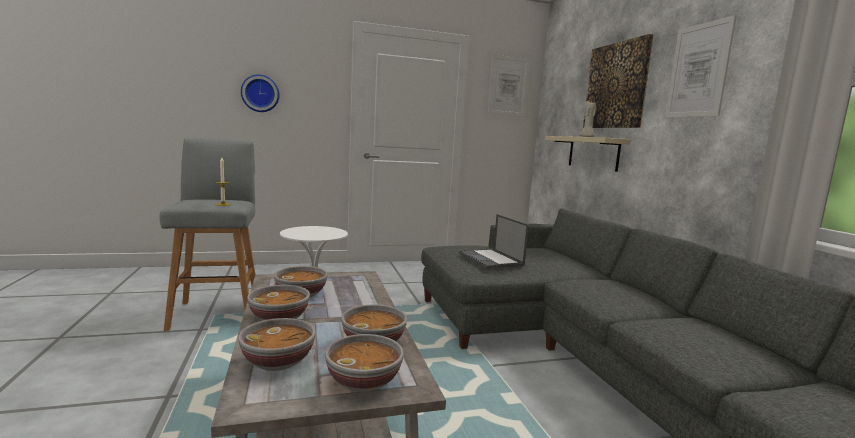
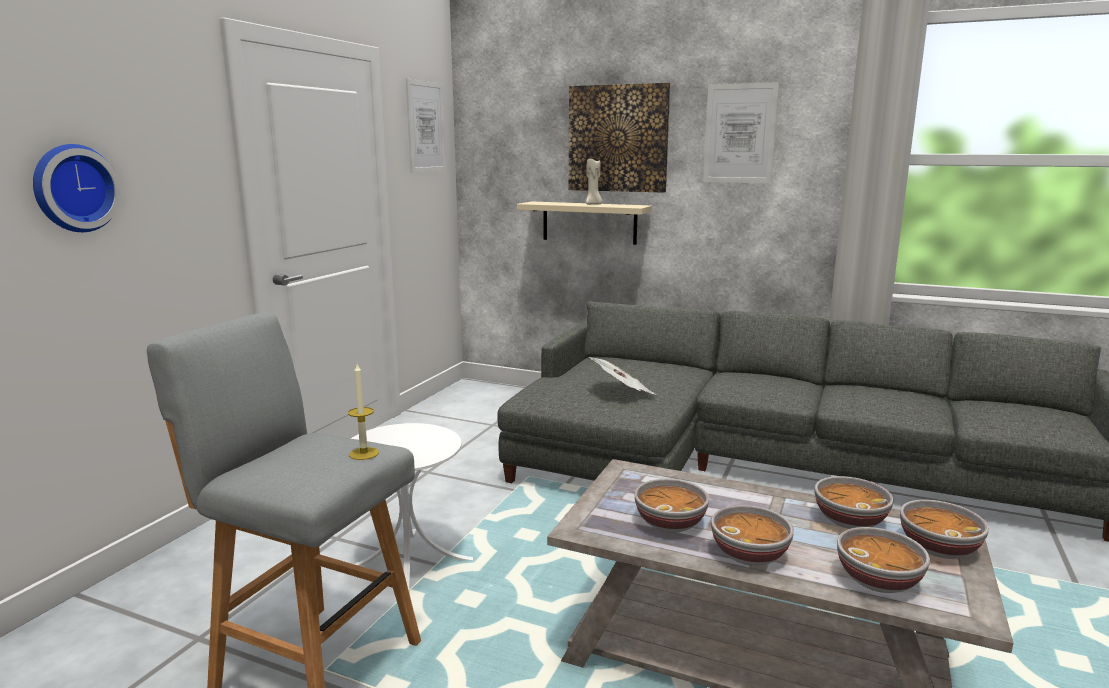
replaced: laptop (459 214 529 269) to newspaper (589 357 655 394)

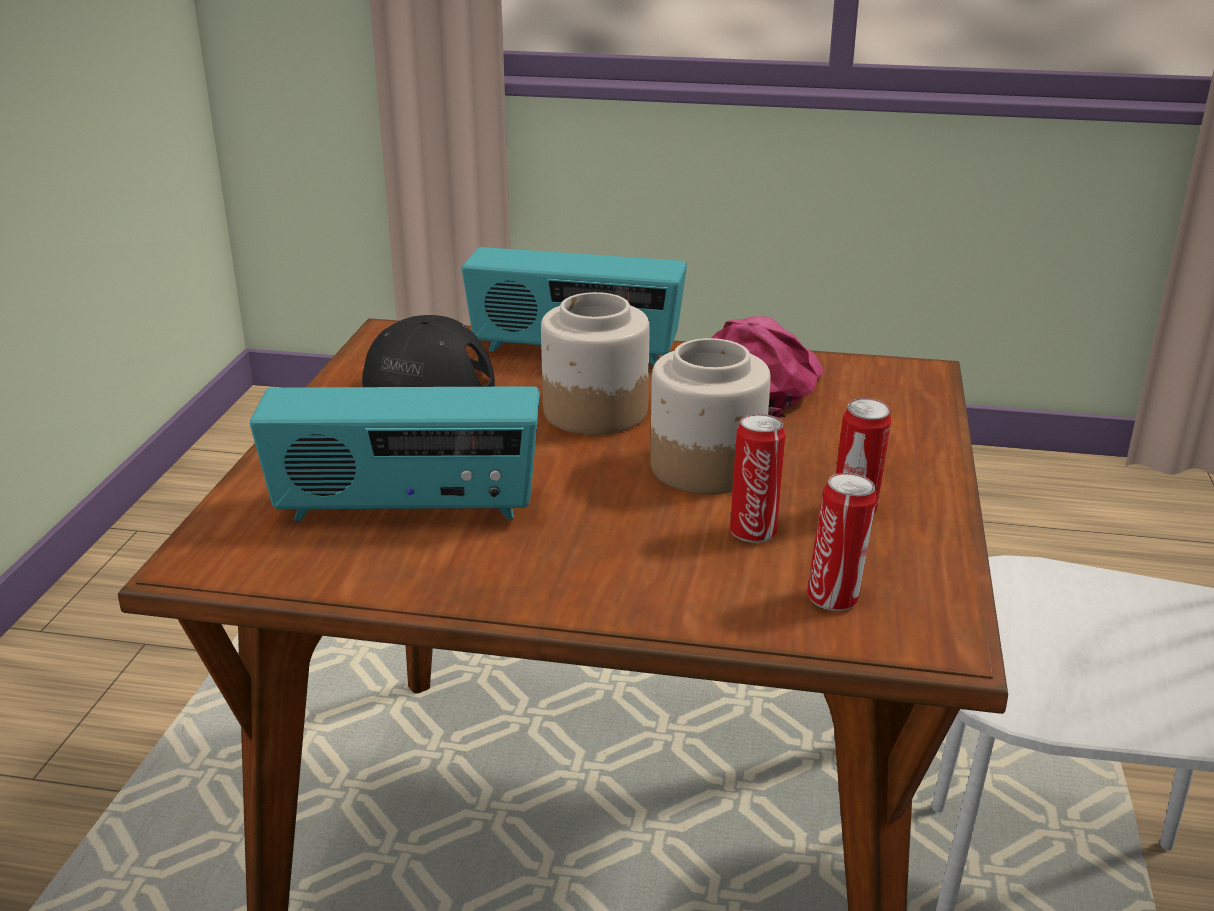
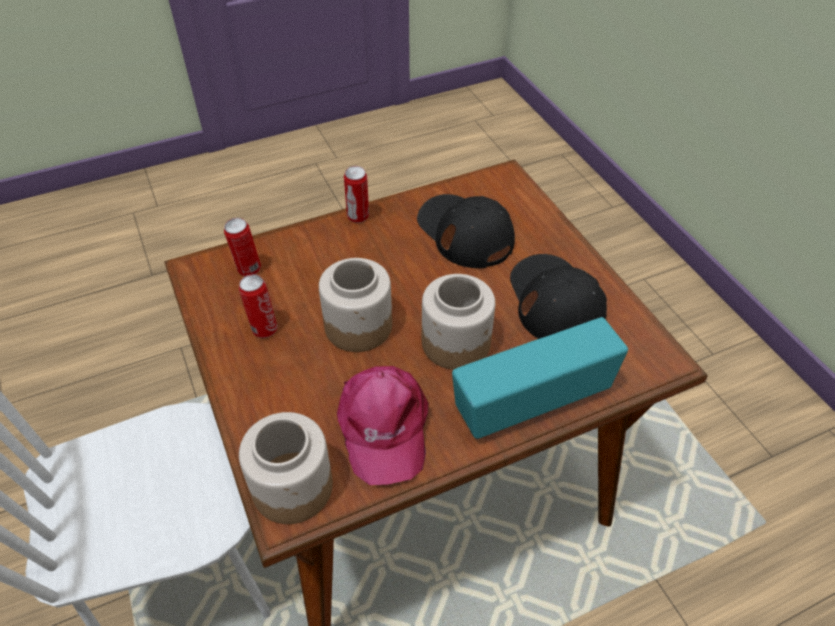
added: jar (239 412 333 524)
moved: can (730 414 786 543) to (344 166 369 223)
replaced: radio (250 386 540 521) to cap (black) (417 194 515 268)

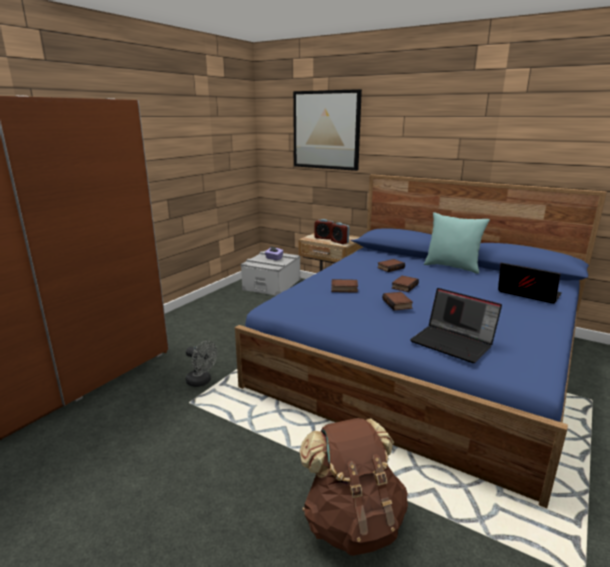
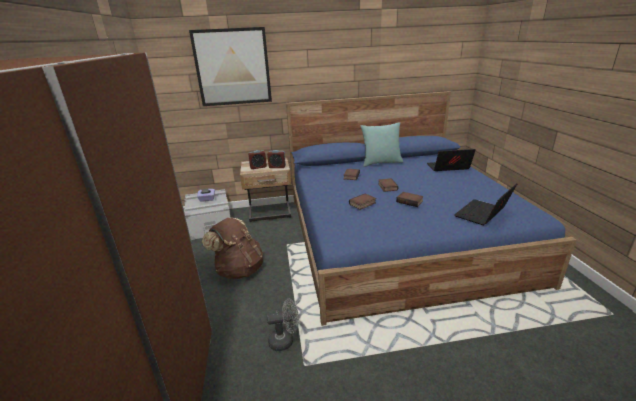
moved: backpack (brown) (299 418 408 556) to (202 218 263 279)
turned: laptop (410 288 502 363) = (454 183 517 225) 135 degrees clockwise

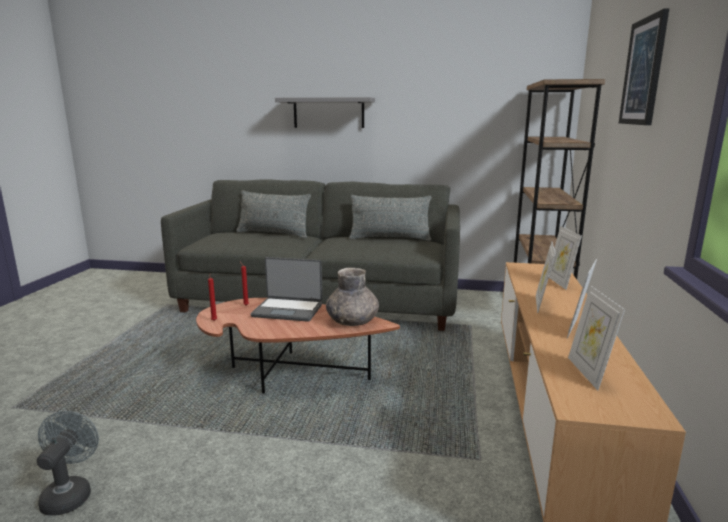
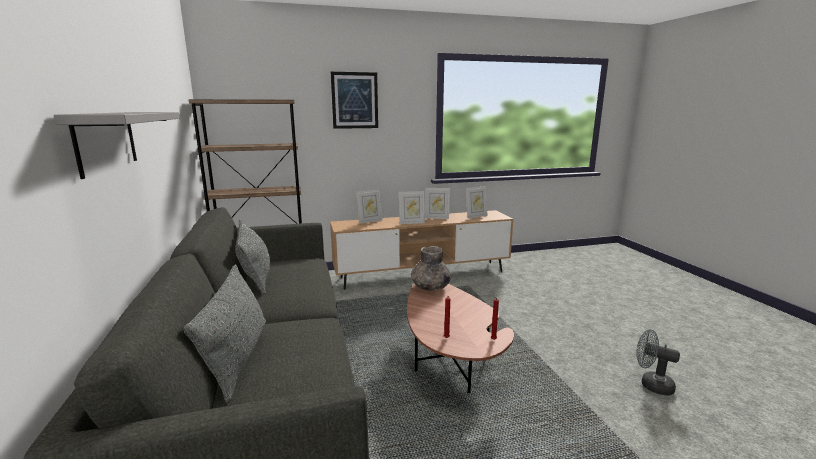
removed: laptop (251 257 322 322)
turned: fan (grey) (37 411 99 516) = (636 329 680 396) 60 degrees clockwise

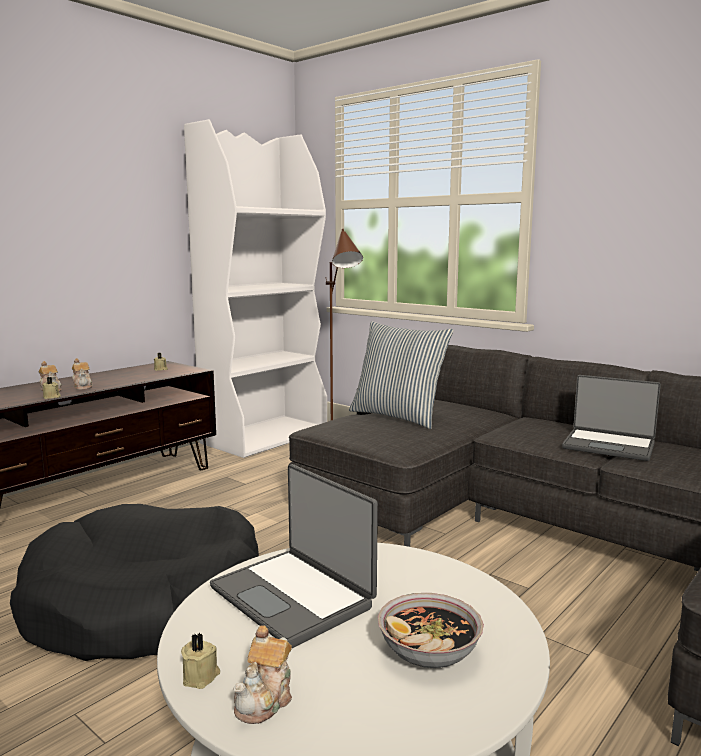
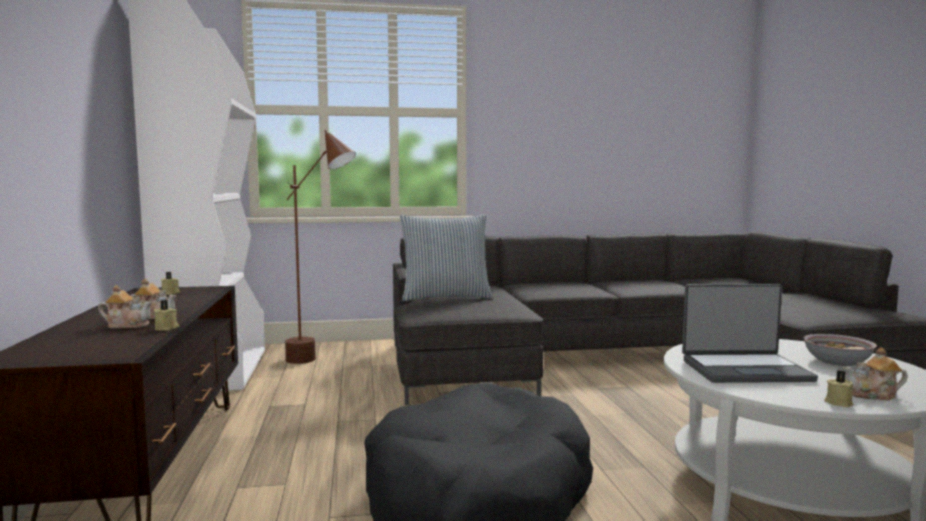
removed: laptop (562 375 661 461)
turned: teapot (233 625 292 724) = (843 347 908 401) 120 degrees clockwise

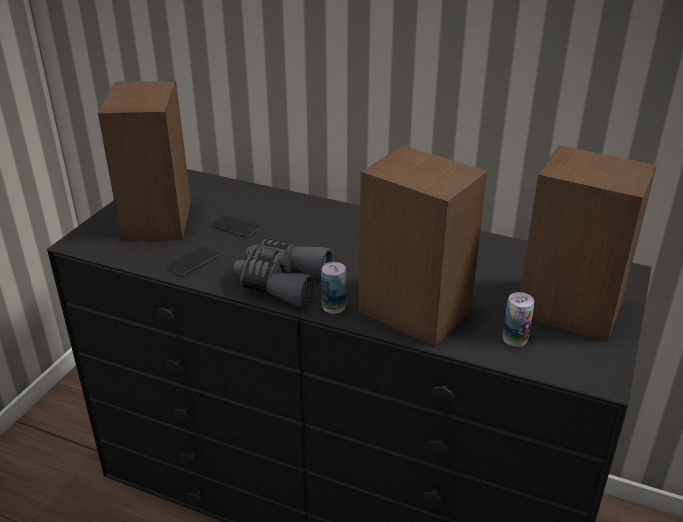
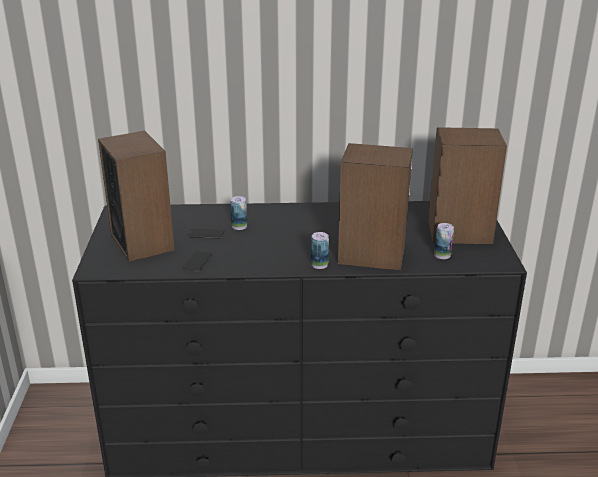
removed: binoculars (grey) (233 239 333 307)
added: can (230 196 247 230)

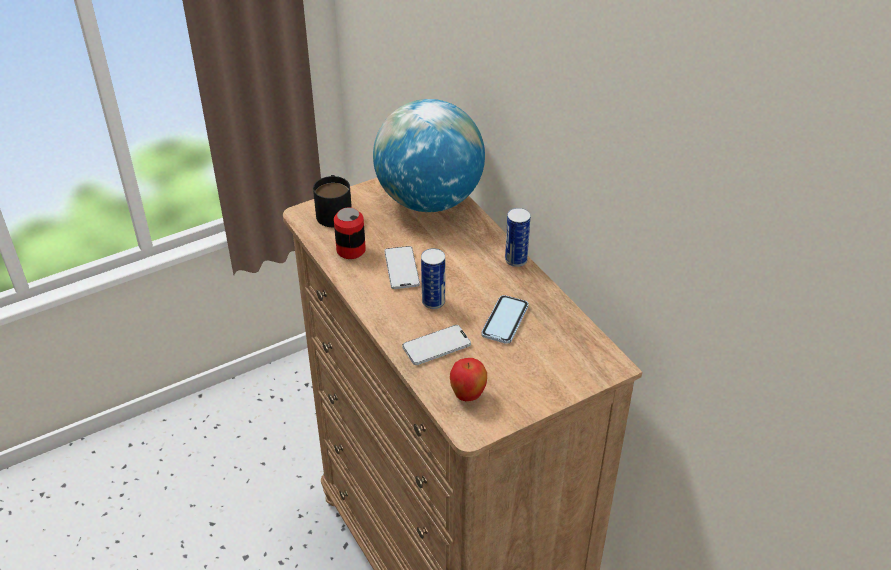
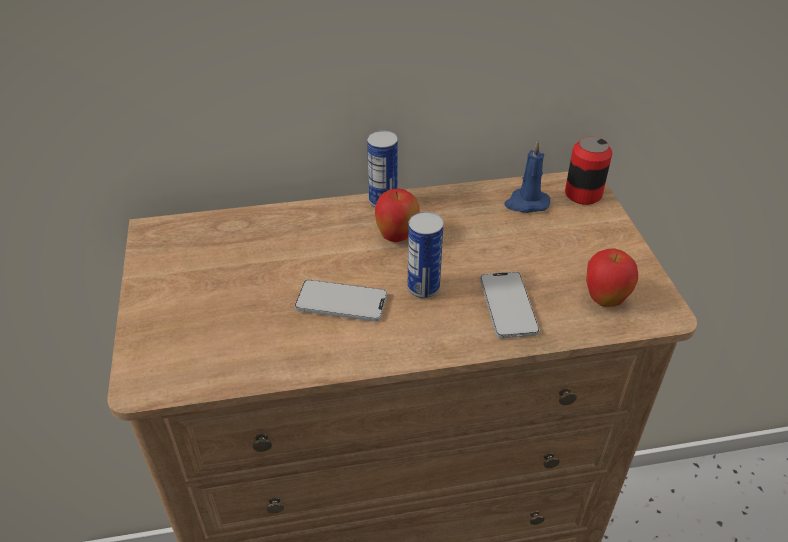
removed: mug (black) (313 175 352 227); globe (373 99 485 212); phone (481 295 529 344)
added: apple (375 189 420 242); candle (blue) (505 140 550 213)
moved: can (334 207 366 259) to (565 137 612 205)

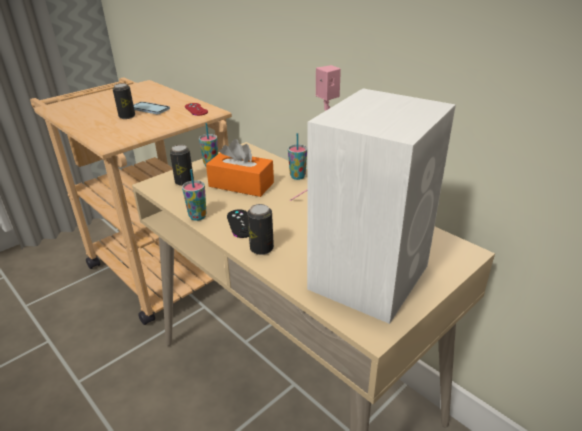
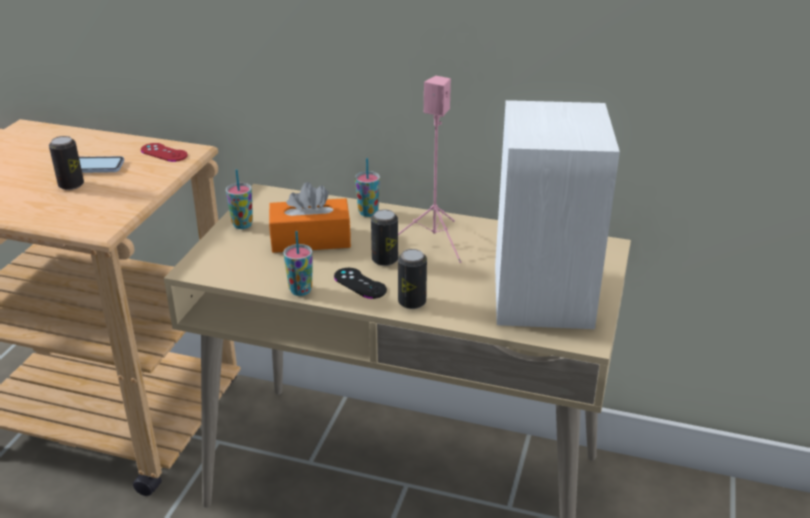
moved: can (170 145 194 186) to (371 209 398 266)

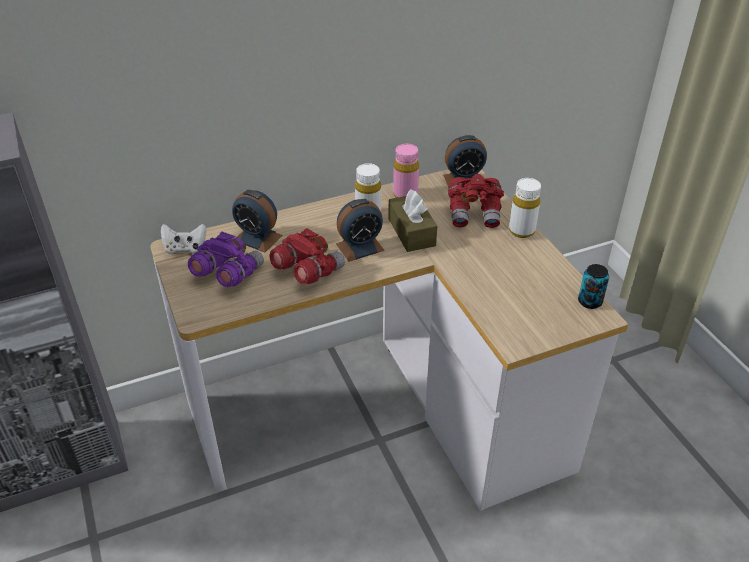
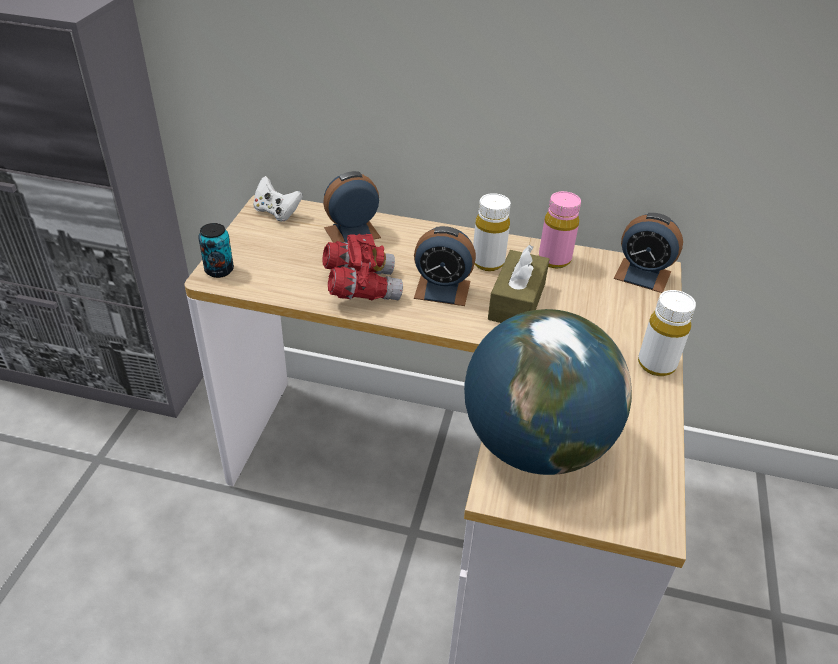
removed: binoculars (purple) (188 232 264 287); binoculars (red) (448 174 504 228)
added: globe (464 309 632 475)
moved: can (578 264 609 309) to (198 223 234 278)
turned: alarm clock (232 190 283 252) = (323 171 381 243) 90 degrees clockwise

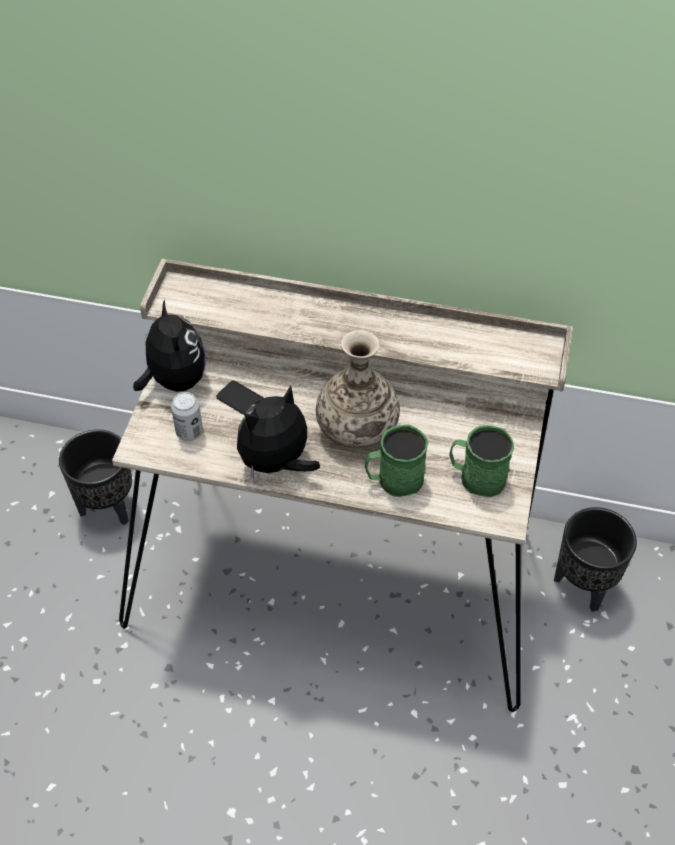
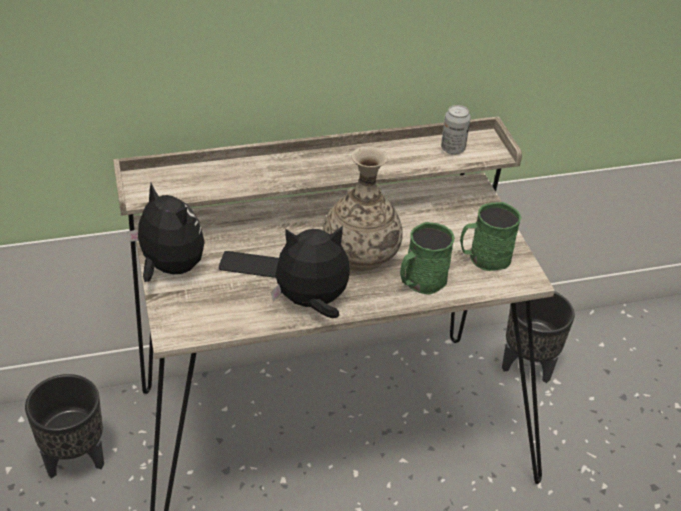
moved: can (171 392 203 441) to (441 105 471 155)
turned: plush toy (237 385 320 482) = (271 226 350 318) 60 degrees clockwise

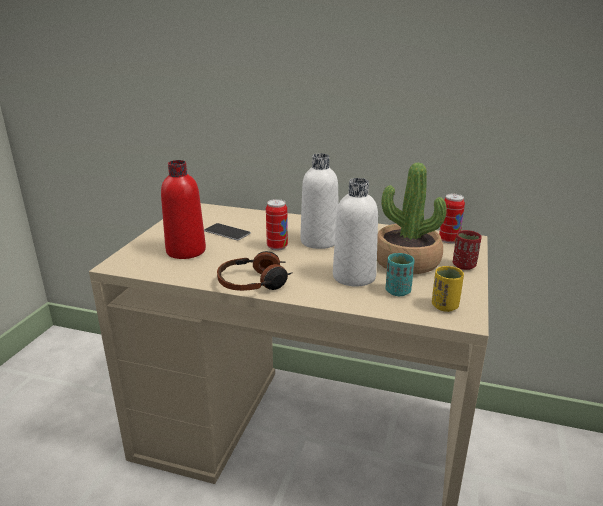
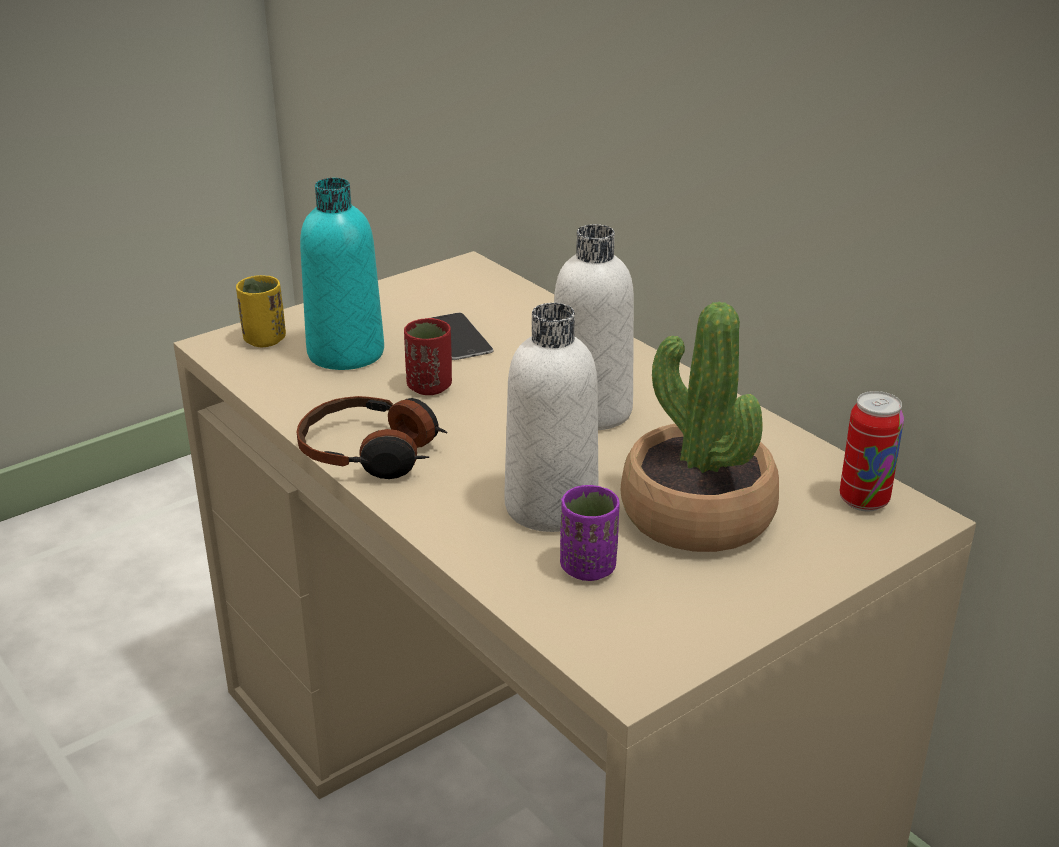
removed: can (266 199 288 251)
moved: cup (yellow) (432 266 464 312) to (236 275 286 347); cup (red) (453 230 482 270) to (404 318 452 395)
recoloured: bottle (red) (161 160 206 259) to bottle (turquoise) (300 178 384 370); cup (turquoise) (386 253 415 296) to cup (purple) (560 485 620 581)

